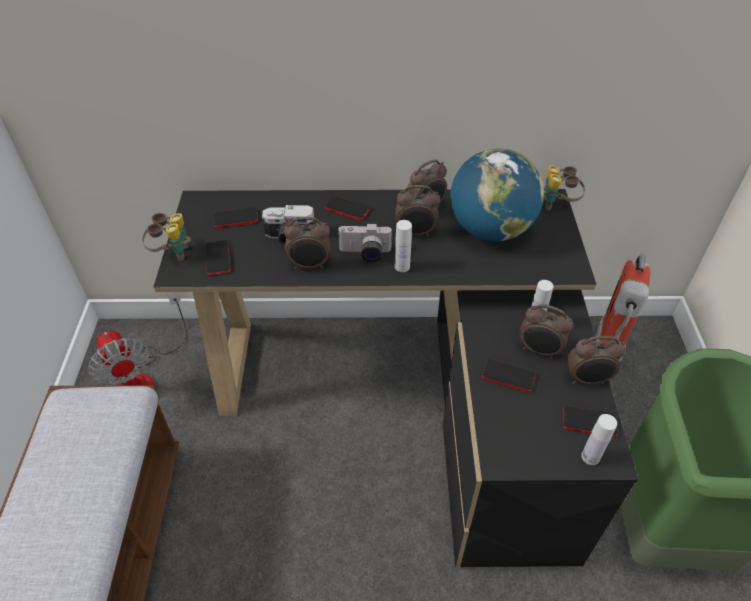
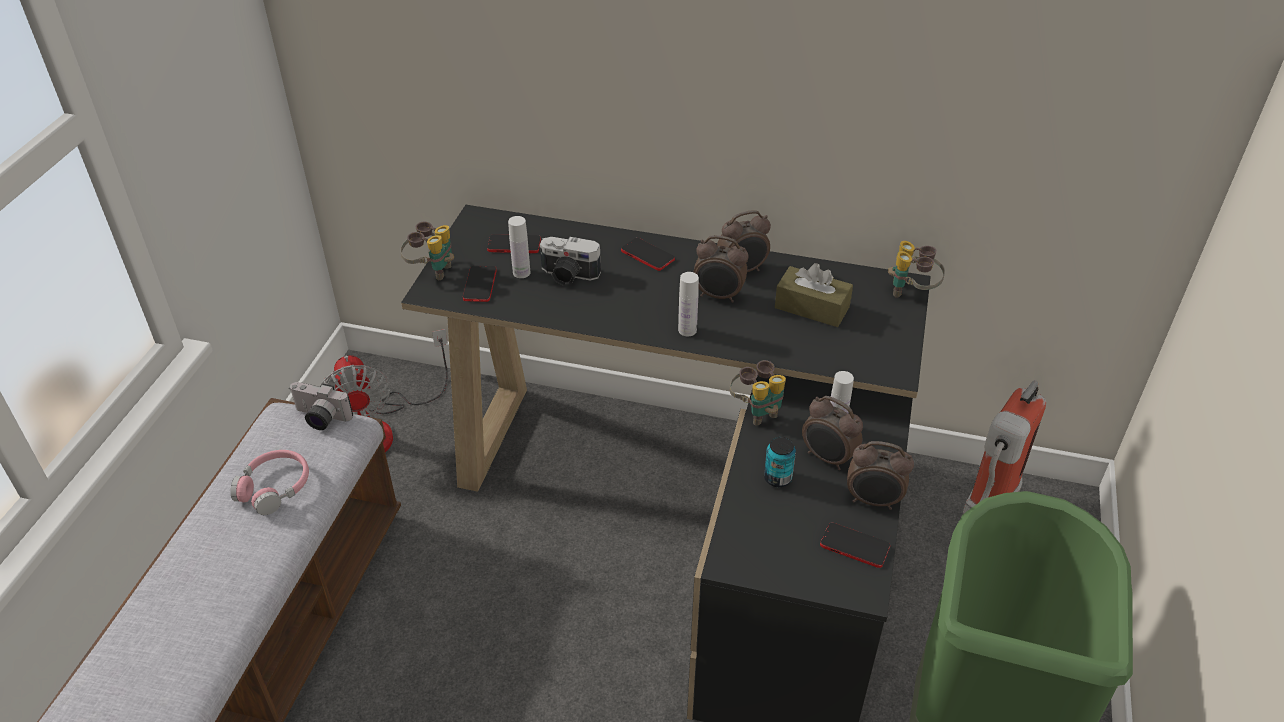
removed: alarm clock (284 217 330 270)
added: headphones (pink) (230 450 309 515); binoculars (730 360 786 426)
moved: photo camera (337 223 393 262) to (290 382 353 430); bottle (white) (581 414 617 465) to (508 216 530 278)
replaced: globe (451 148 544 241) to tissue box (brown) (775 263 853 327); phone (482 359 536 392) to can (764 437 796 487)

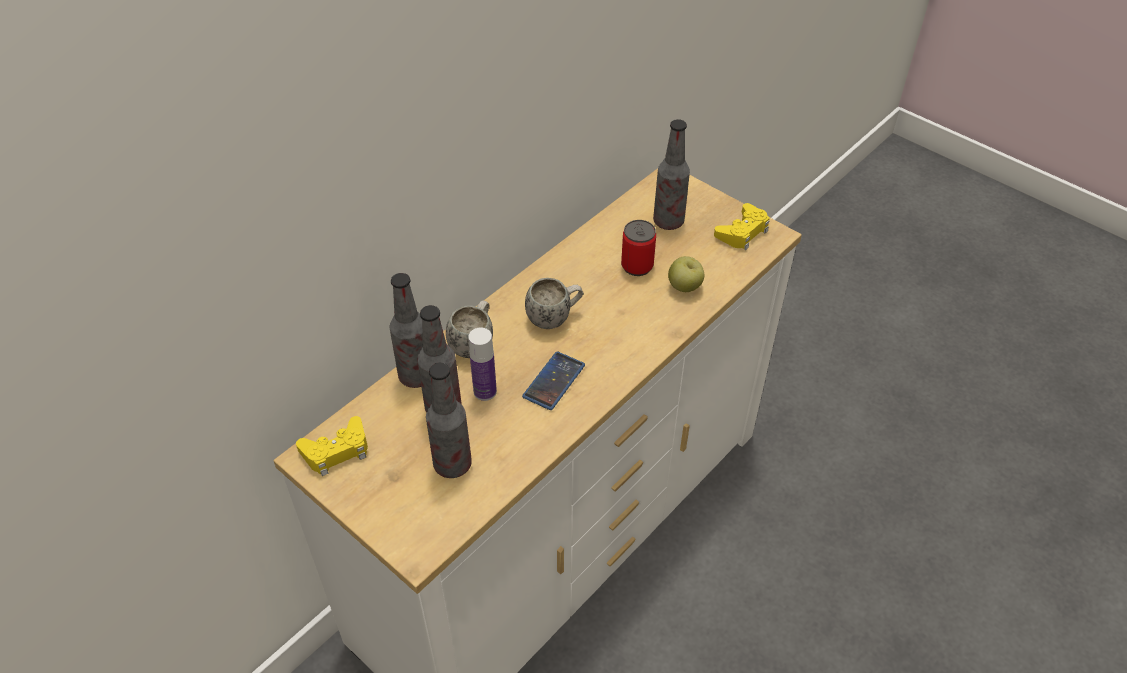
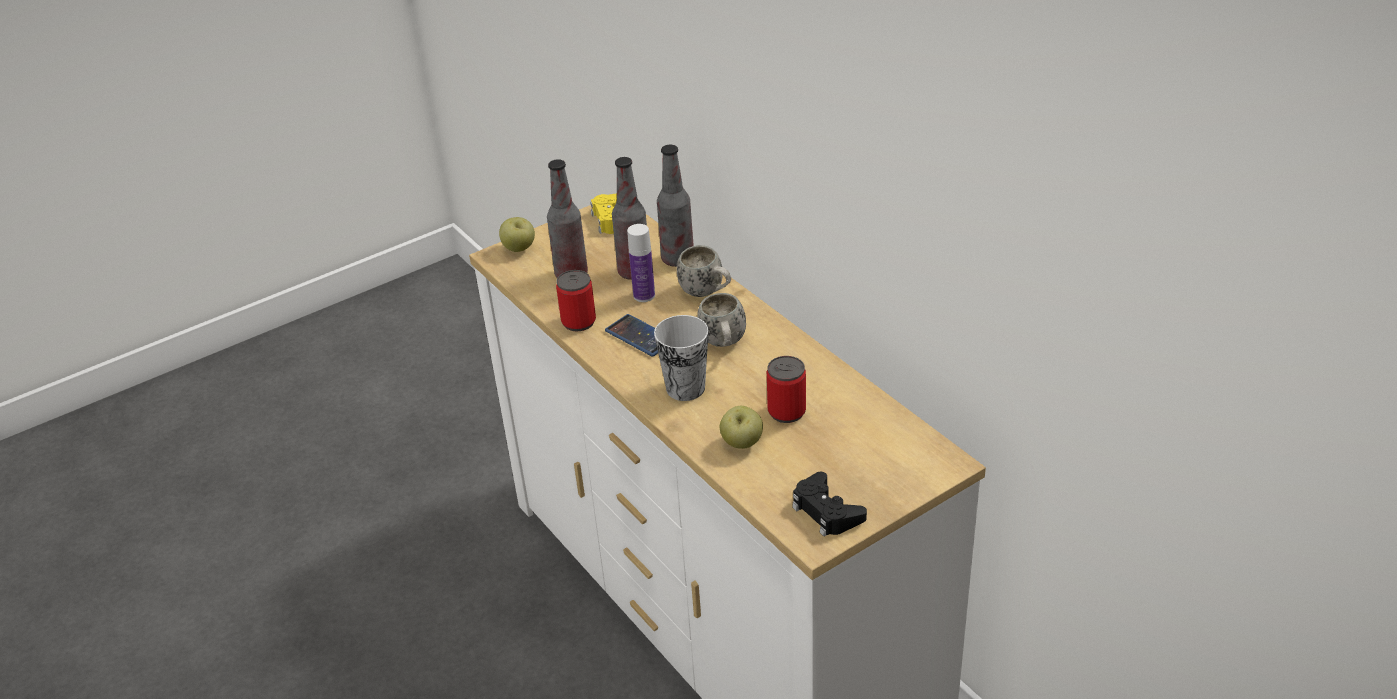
removed: bottle (653 119 690 230)
added: apple (499 217 535 252); can (556 270 596 332); cup (654 315 709 401)
recoloured: game controller (yellow) (714 203 770 250) to game controller (black) (792 472 867 537)

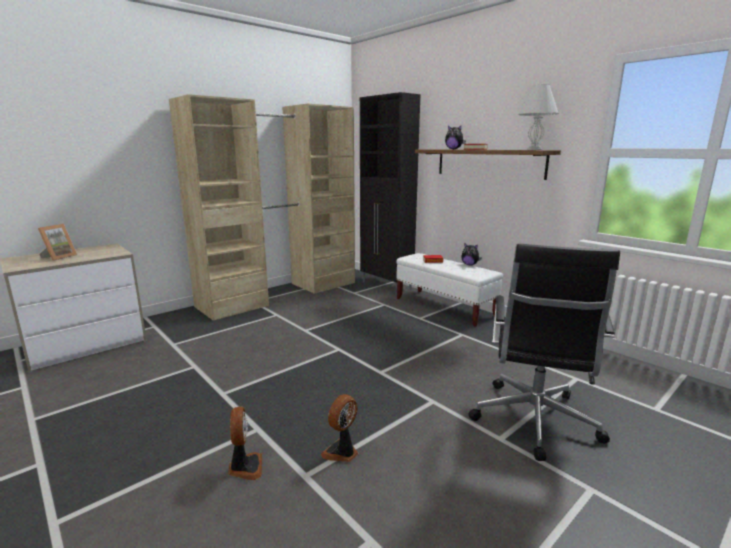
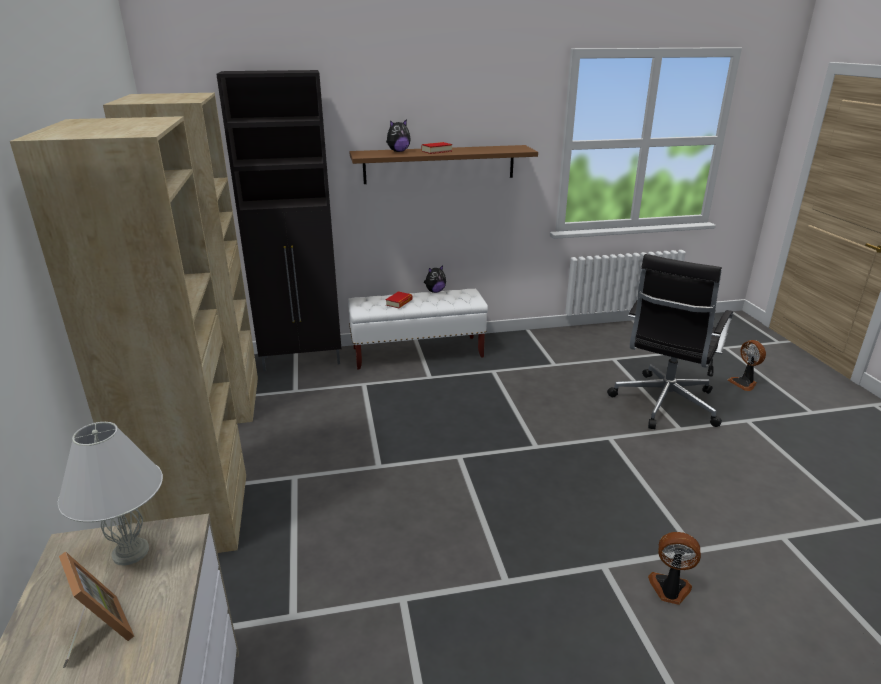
moved: fan (321 394 358 462) to (727 340 766 391); table lamp (white) (518 83 559 150) to (58 422 163 566)
turned: office chair (black) (468 244 620 461) = (607 254 733 429) 75 degrees clockwise

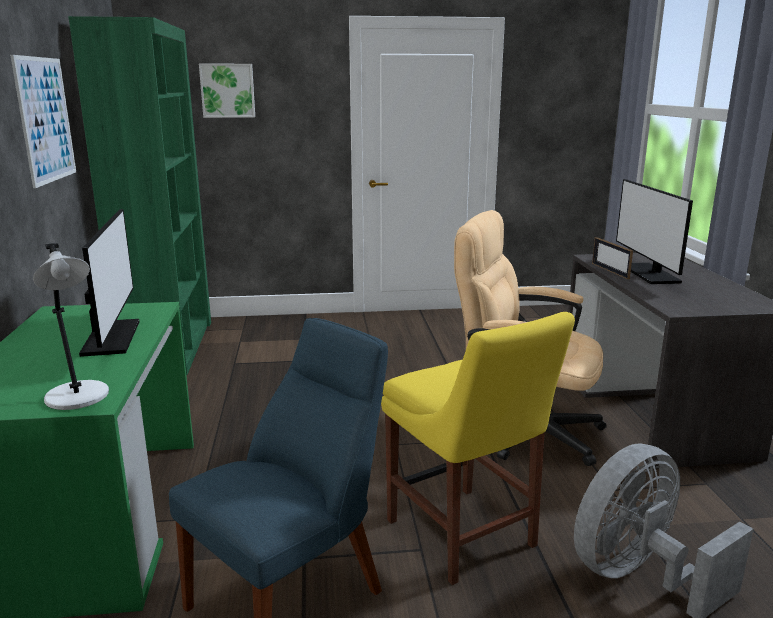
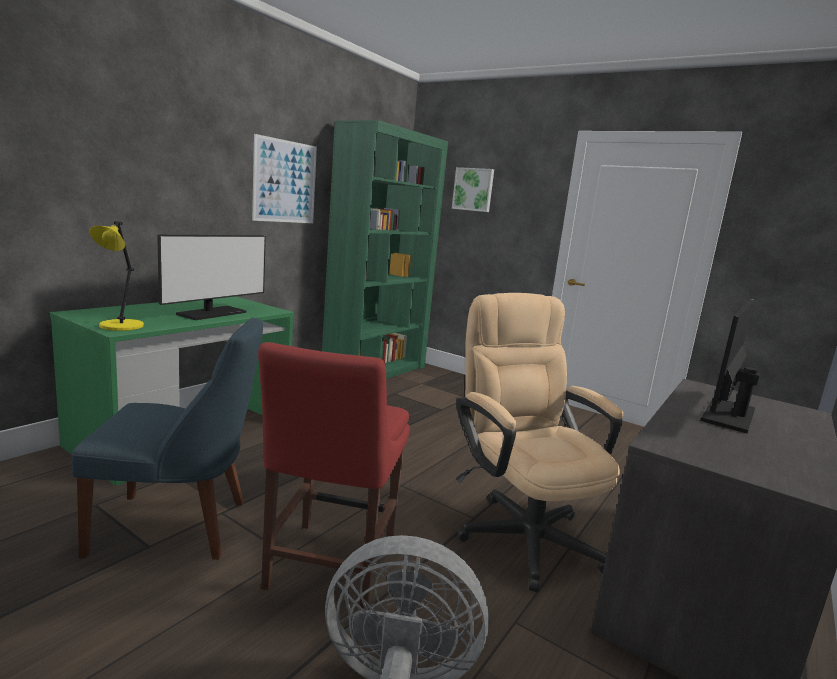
removed: picture frame (592 237 633 279)
recoloured: table lamp (grey) (33 243 109 410) to table lamp (yellow) (90 221 144 331); chair (yellow) (381 312 575 585) to chair (red) (258 342 410 611)

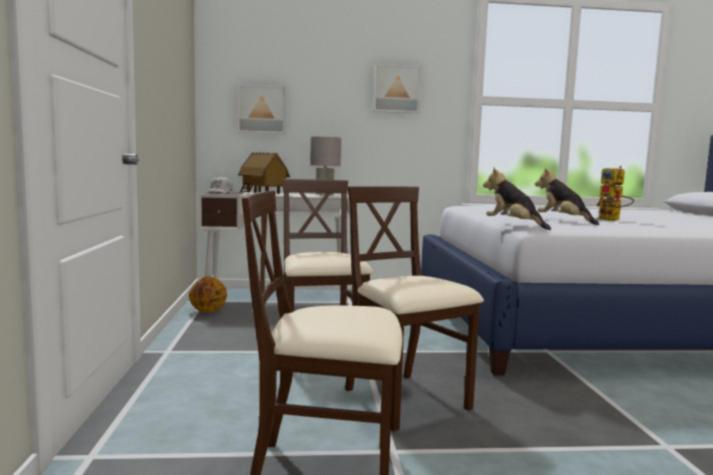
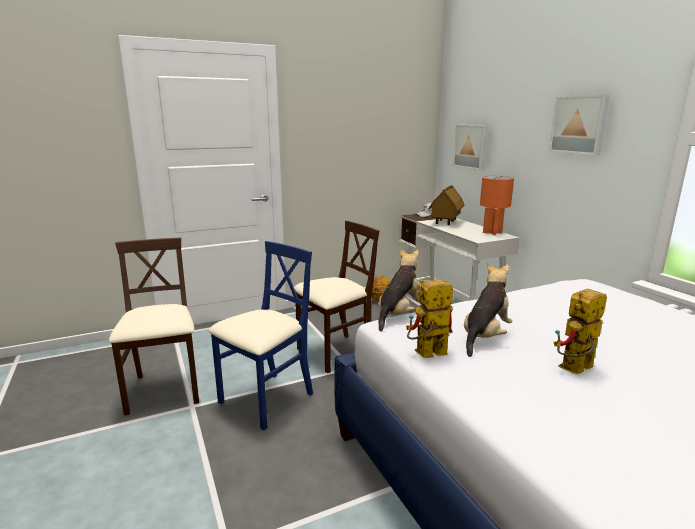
added: toy robot (406 279 453 358)
recoloured: table lamp (grey) (310 136 341 195) to table lamp (orange) (480 176 514 235); chair (beige) (345 186 484 431) to chair (blue) (208 241 313 430)

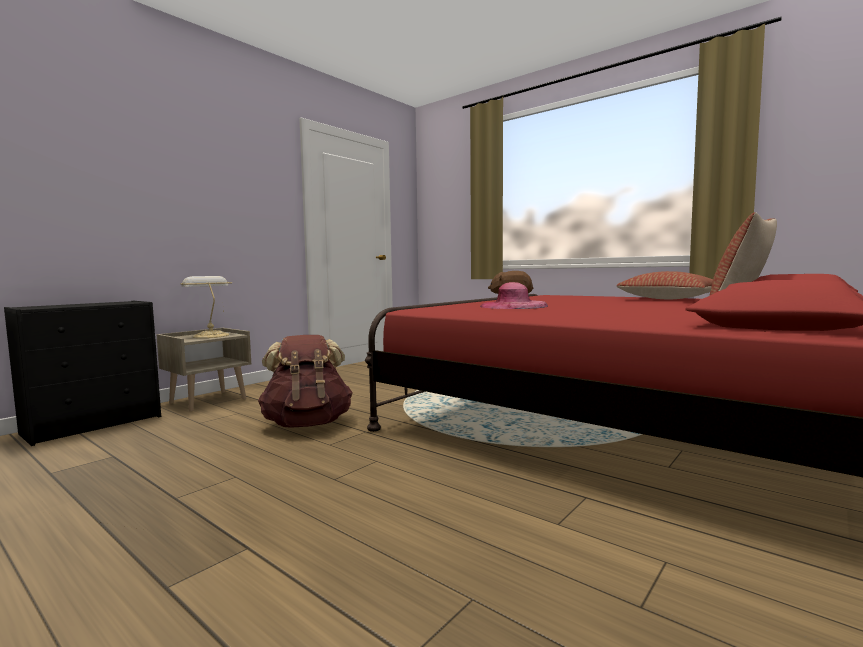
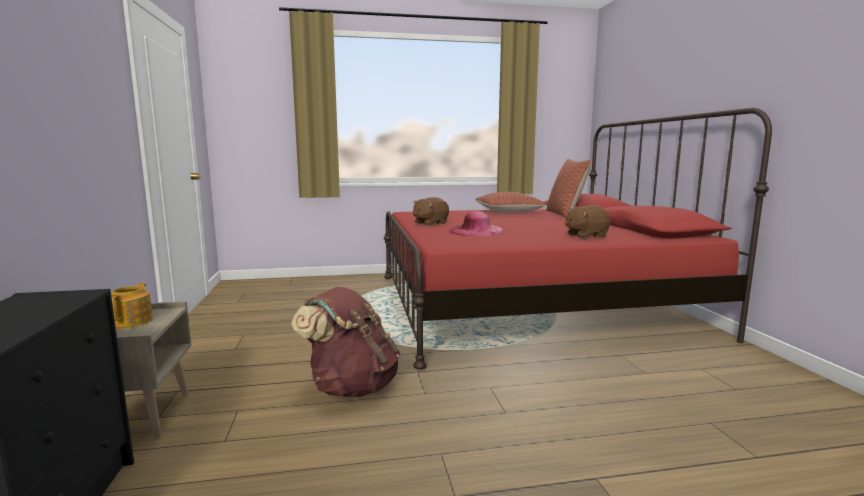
added: plush toy (brown) (565 205 611 239)
replaced: table lamp (180 276 232 338) to teapot (111 283 153 328)

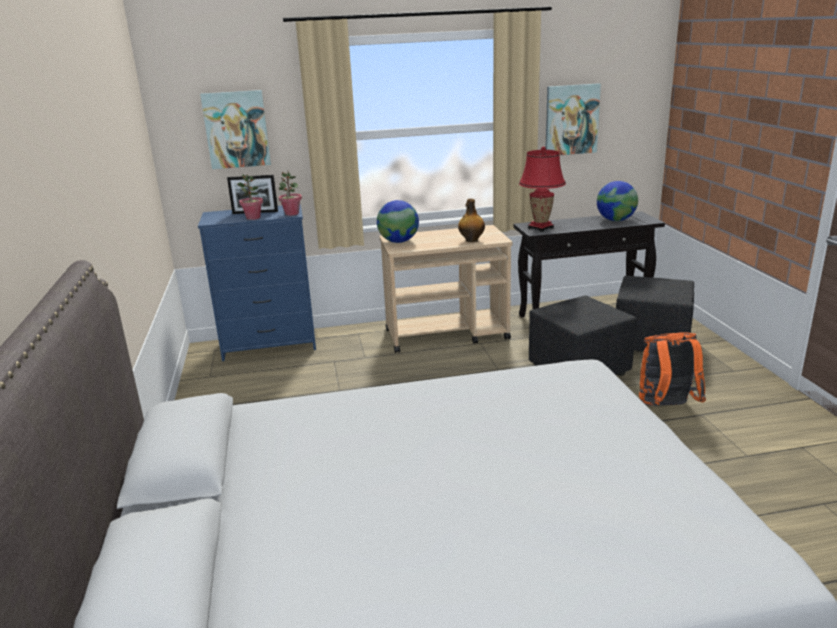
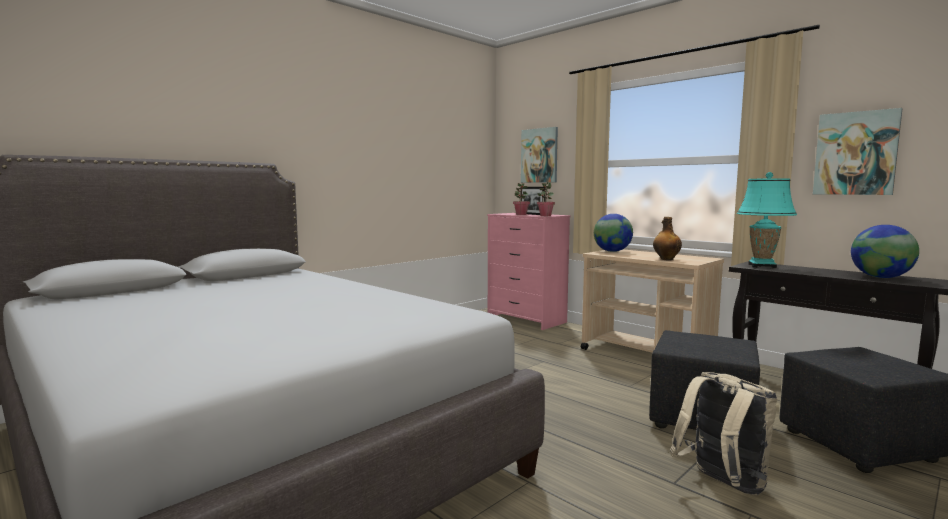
recoloured: dresser (blue) (198 204 316 361) to dresser (pink) (487 213 571 330); table lamp (red) (519 146 566 232) to table lamp (turquoise) (737 172 797 268); backpack (orange) (639 332 706 406) to backpack (beige) (670 372 777 495)

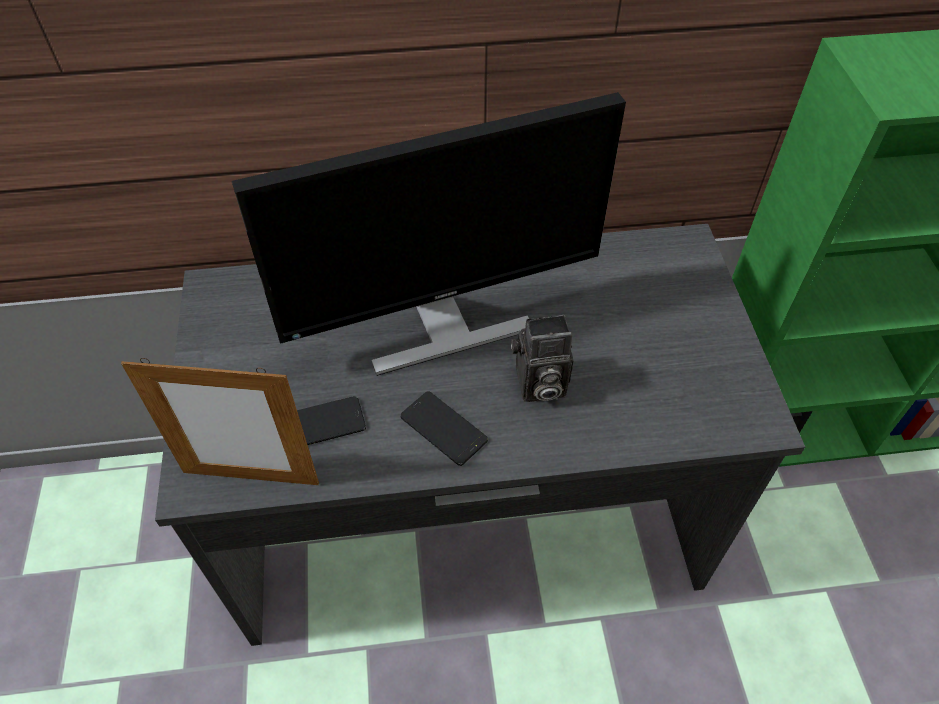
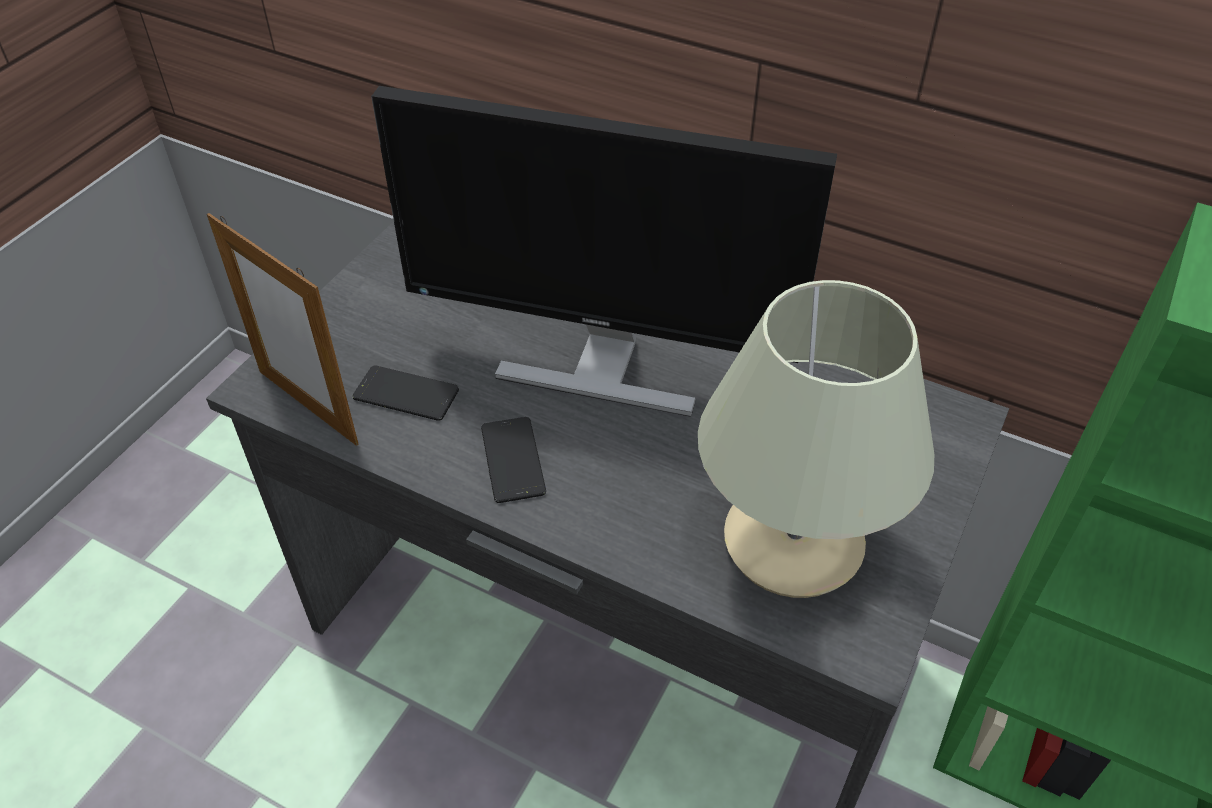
removed: photo camera (511 315 573 402)
added: table lamp (beige) (698 280 934 598)

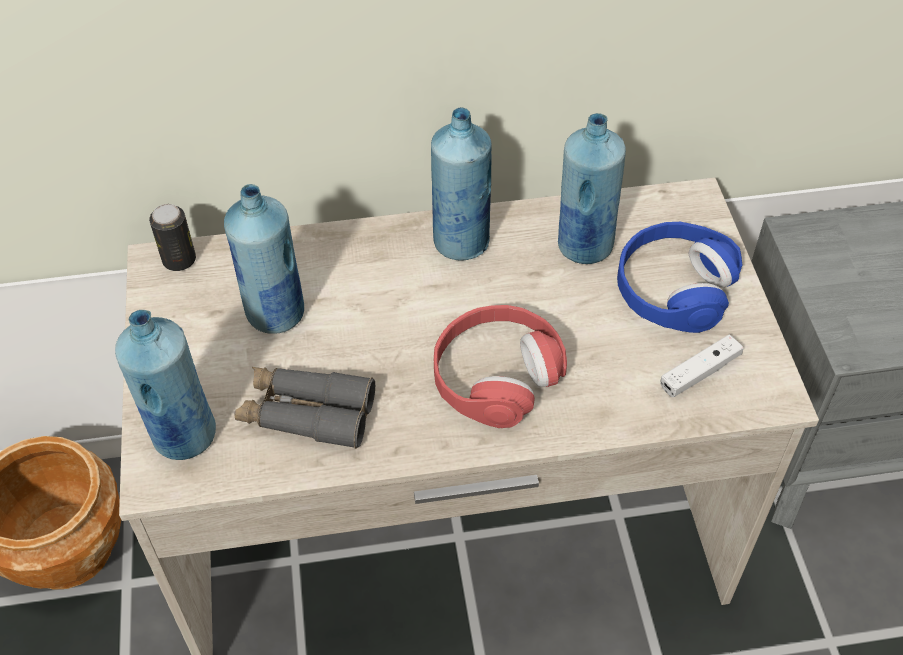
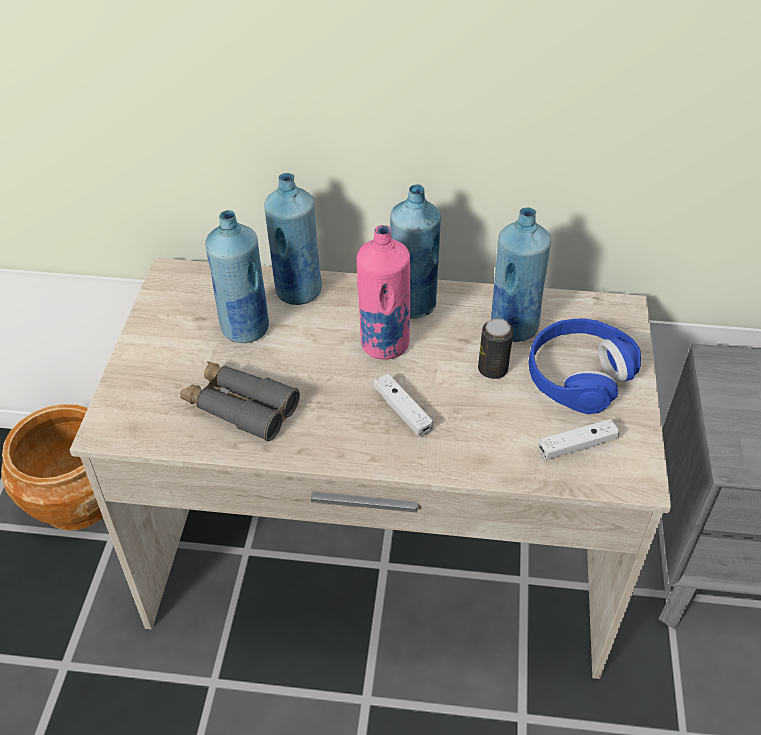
added: bottle (pink) (357 225 410 360)
moved: bottle (blue) (115 310 216 460) to (264 173 322 305); can (149 204 196 271) to (478 319 514 379)
replaced: headphones (red) (434 305 567 428) to game controller (white) (374 374 433 437)

